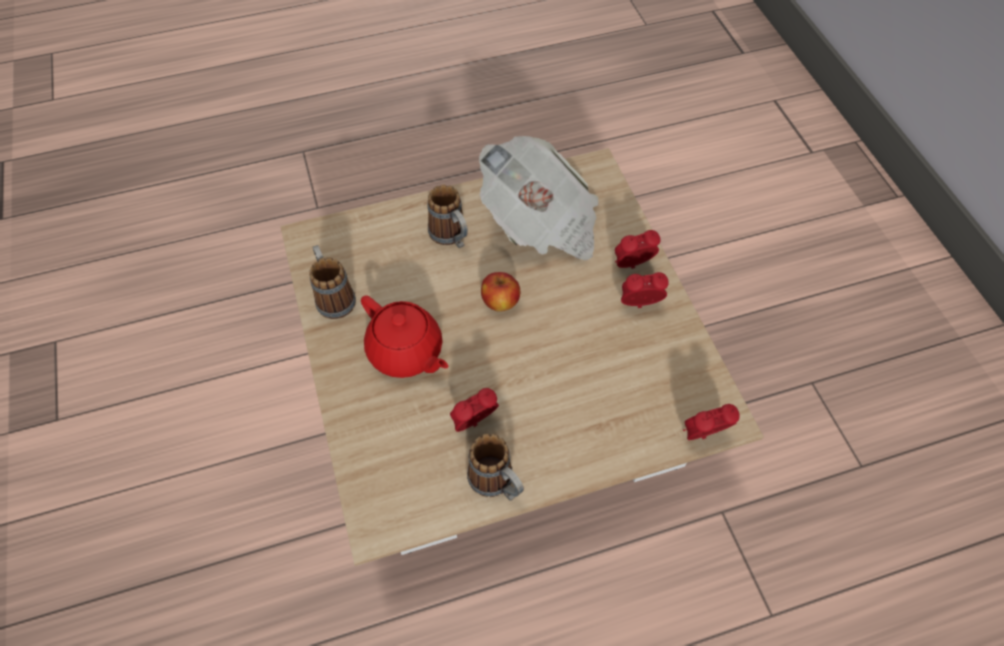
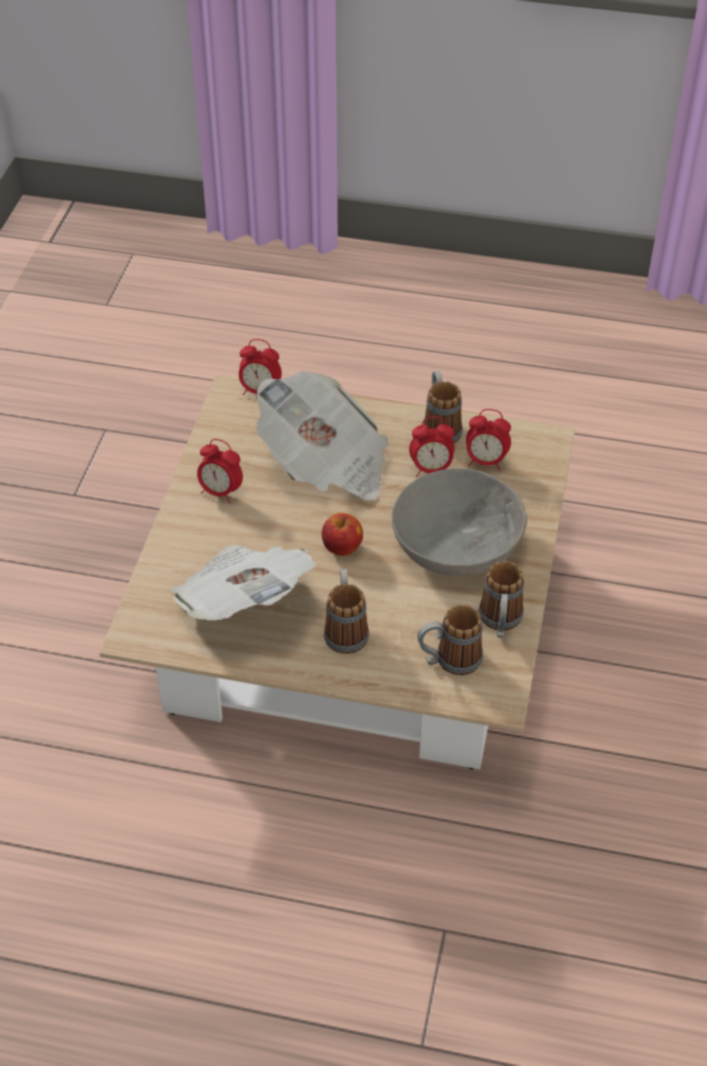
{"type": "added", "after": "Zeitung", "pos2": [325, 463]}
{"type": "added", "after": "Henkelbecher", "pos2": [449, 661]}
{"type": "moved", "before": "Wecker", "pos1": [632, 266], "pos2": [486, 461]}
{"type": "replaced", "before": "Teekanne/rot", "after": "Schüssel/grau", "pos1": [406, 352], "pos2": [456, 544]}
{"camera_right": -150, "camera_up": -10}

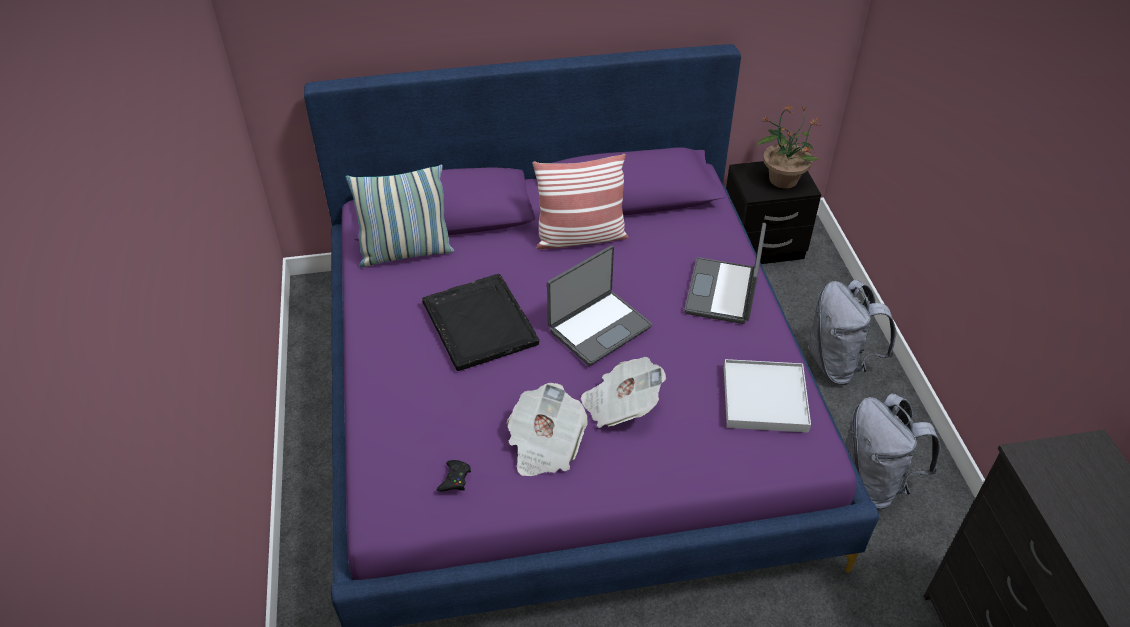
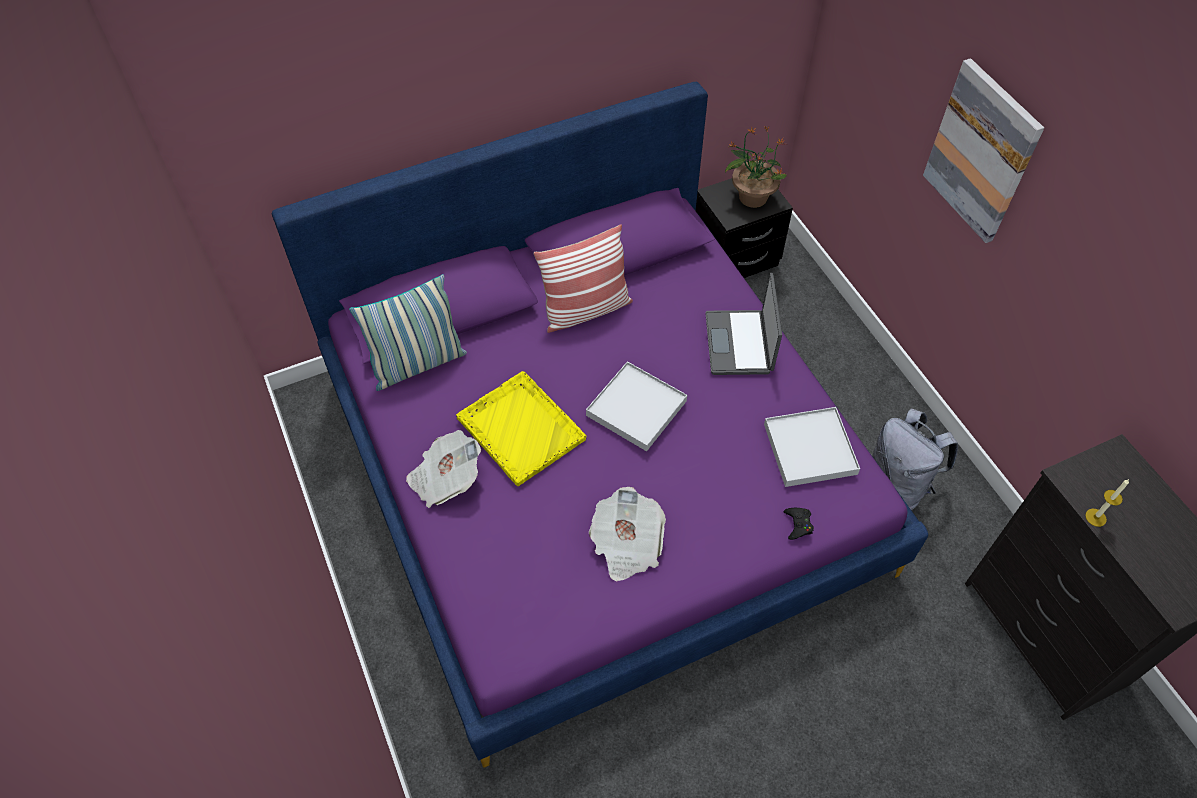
{"type": "removed", "before": "Rucksack/grau", "pos1": [838, 364]}
{"type": "added", "after": "Bild", "pos2": [982, 152]}
{"type": "added", "after": "Kerze", "pos2": [1095, 517]}
{"type": "moved", "before": "Gamepad/schwarz", "pos1": [455, 479], "pos2": [798, 524]}
{"type": "moved", "before": "Zeitung", "pos1": [620, 405], "pos2": [445, 479]}
{"type": "replaced", "before": "Laptop", "after": "Tablett/weiß", "pos1": [598, 327], "pos2": [636, 408]}
{"type": "recoloured", "before": "Tablett/schwarz", "after": "Tablett/gelb", "pos1": [479, 322], "pos2": [520, 428]}
{"camera_right": -15, "camera_up": 10}

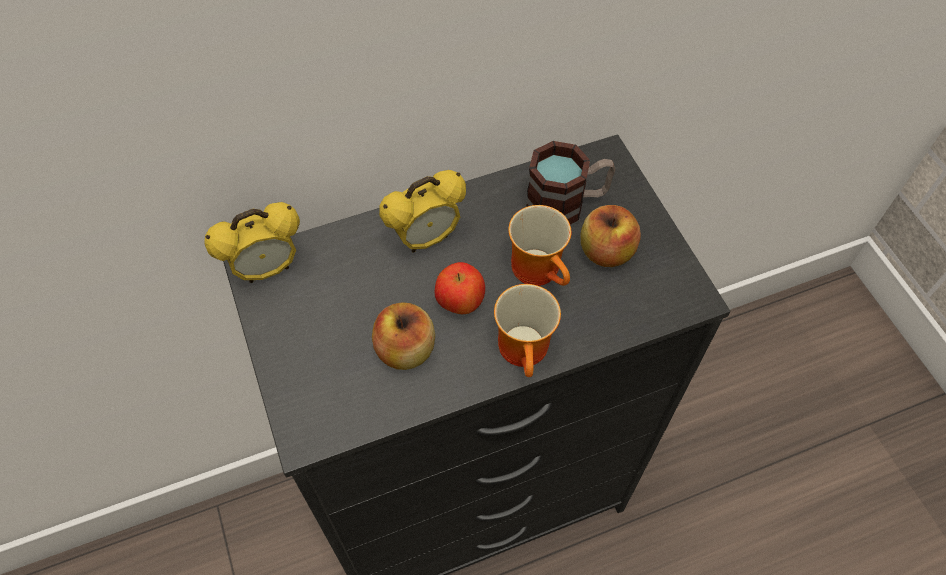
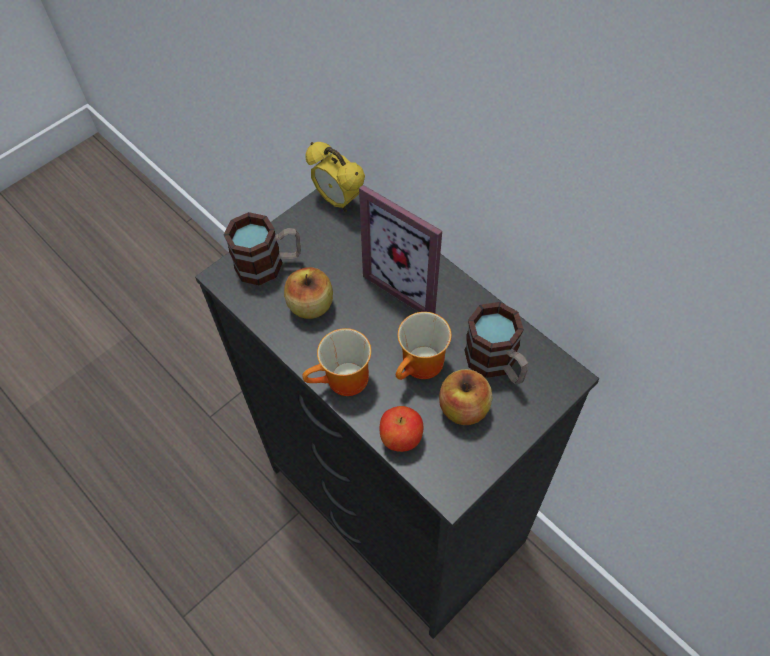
{"type": "added", "after": "Henkelbecher", "pos2": [269, 264]}
{"type": "moved", "before": "Apfel", "pos1": [460, 302], "pos2": [401, 438]}
{"type": "replaced", "before": "Wecker", "after": "Bilderrahmen", "pos1": [426, 239], "pos2": [411, 281]}
{"camera_right": 70, "camera_up": 0}

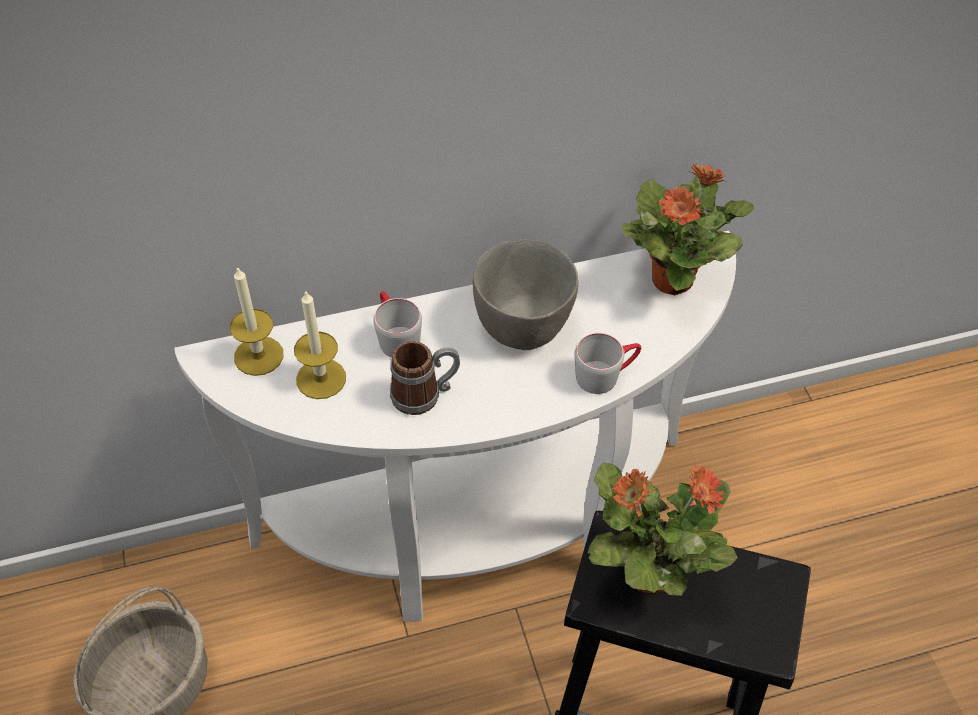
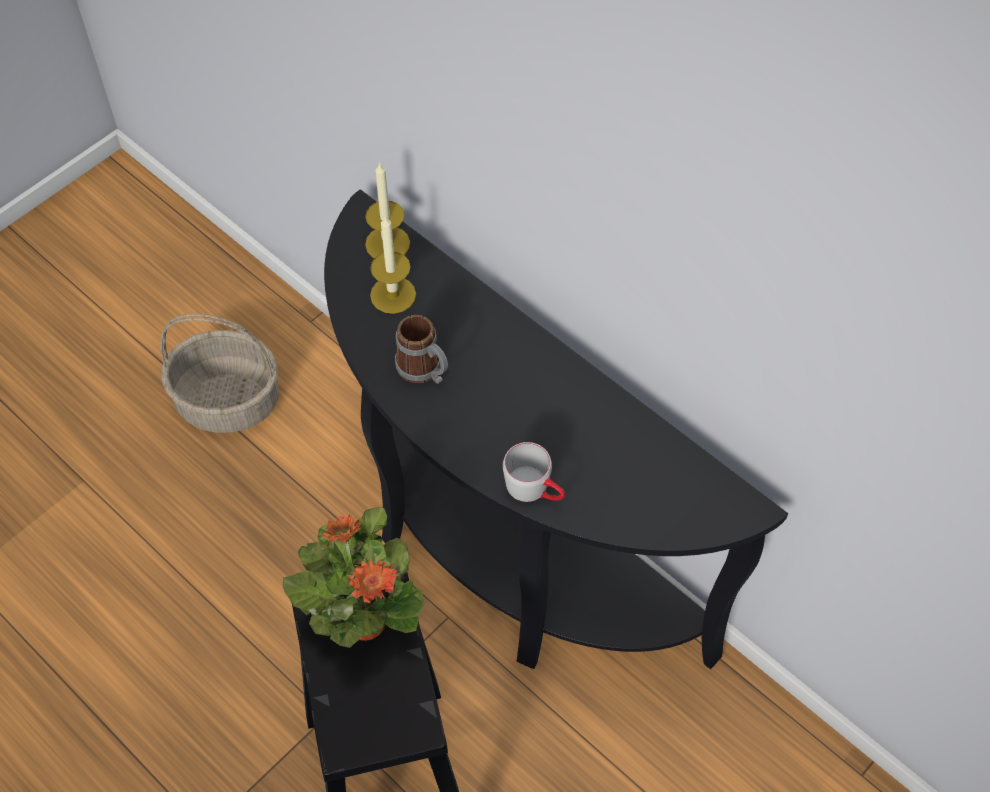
{"type": "removed", "before": "Henkelbecher/grau", "pos1": [395, 335]}
{"type": "removed", "before": "Schüssel/grau", "pos1": [524, 323]}
{"type": "removed", "before": "Topfpflanze", "pos1": [673, 279]}
{"type": "recoloured", "before": "Konsolentisch/weiß", "after": "Konsolentisch/schwarz", "pos1": [483, 533], "pos2": [503, 553]}
{"camera_right": 60, "camera_up": 5}

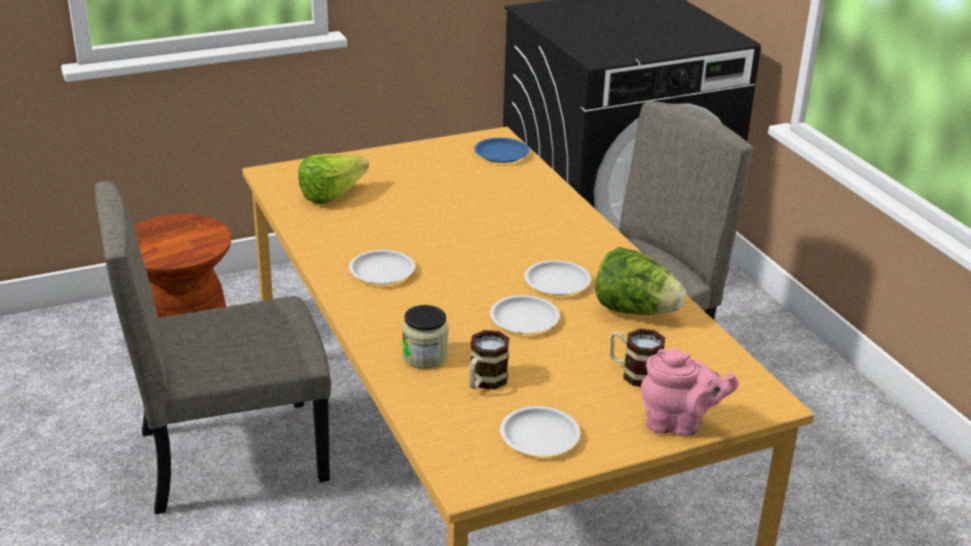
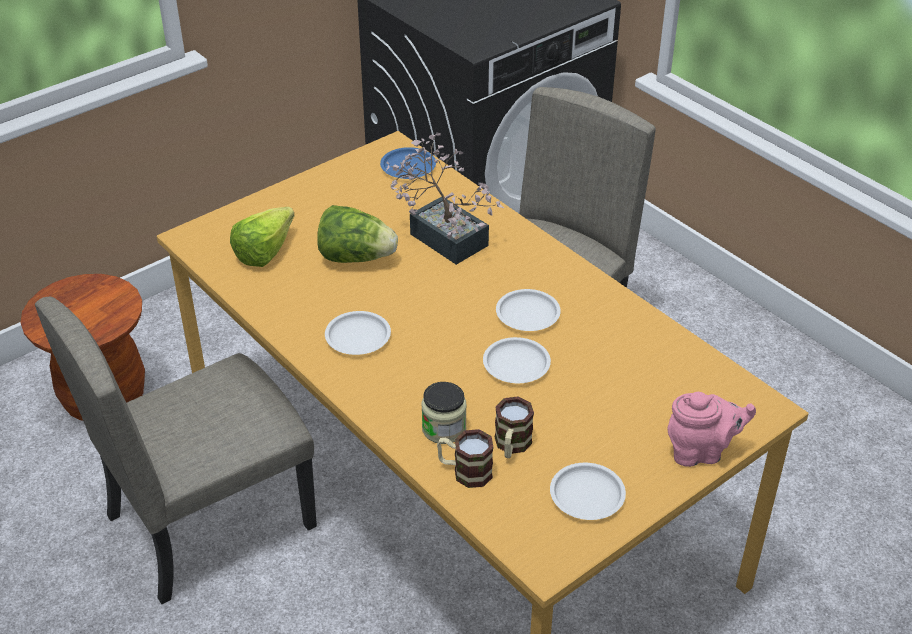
{"type": "added", "after": "Topfpflanze", "pos2": [443, 235]}
{"type": "moved", "before": "Salatkopf", "pos1": [635, 310], "pos2": [356, 257]}
{"type": "moved", "before": "Henkelbecher", "pos1": [633, 373], "pos2": [465, 471]}
{"camera_right": -15, "camera_up": 10}

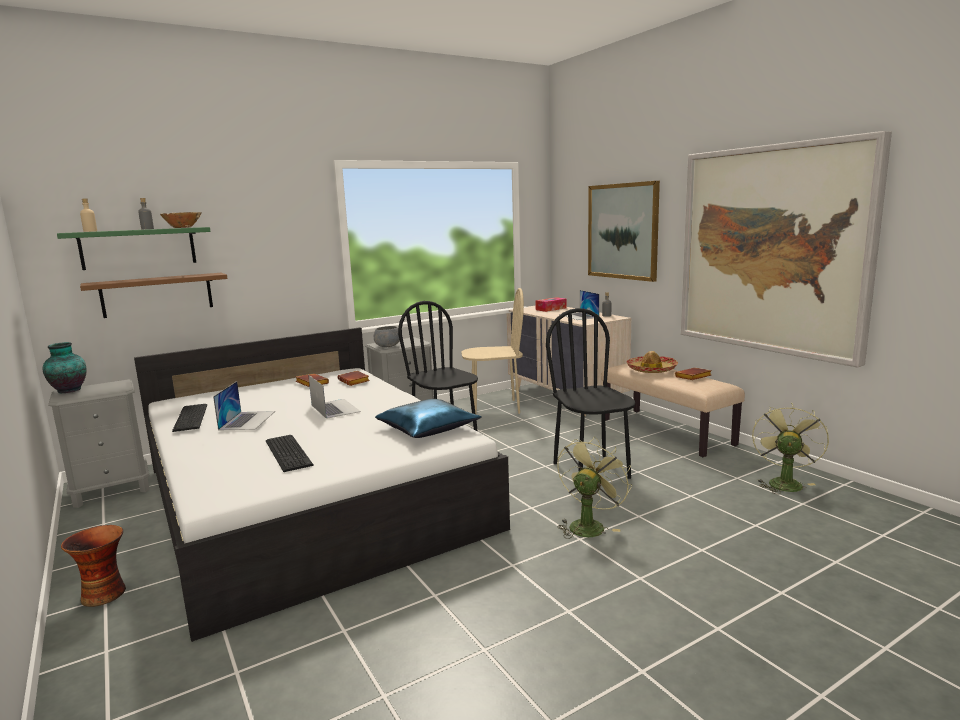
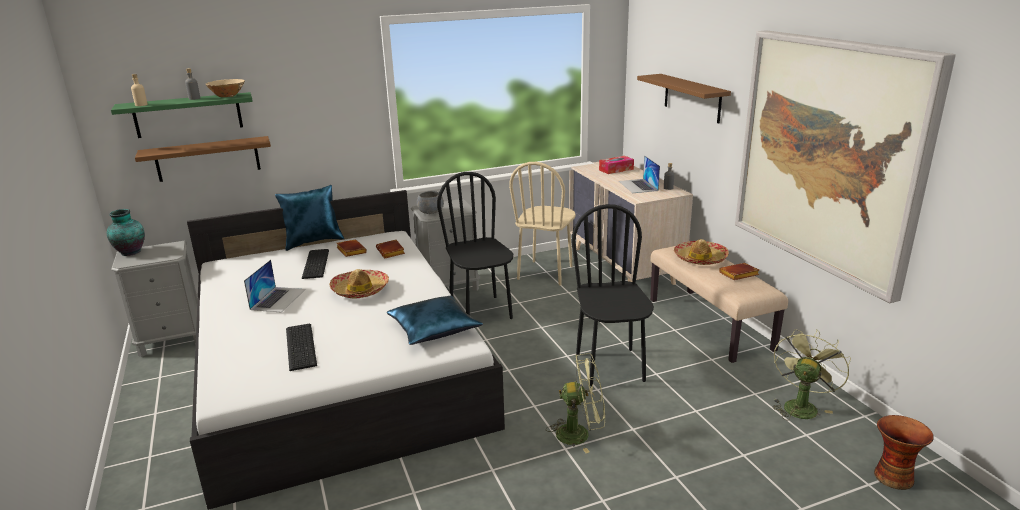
{"type": "added", "after": "Kissen/blau", "pos2": [313, 242]}
{"type": "moved", "before": "Vase", "pos1": [104, 594], "pos2": [892, 476]}
{"type": "moved", "before": "Tastatur", "pos1": [192, 417], "pos2": [317, 263]}
{"type": "replaced", "before": "Laptop", "after": "Hut", "pos1": [335, 408], "pos2": [360, 290]}
{"type": "replaced", "before": "Bild", "after": "Wandregal/braun", "pos1": [622, 231], "pos2": [692, 98]}
{"type": "turned", "before": "Stuhl/beige", "pos1": [495, 408], "pos2": [545, 273], "turn": 105}
{"type": "turned", "before": "Ventilator/grün", "pos1": [589, 525], "pos2": [580, 434], "turn": 45}
{"camera_right": 10, "camera_up": 10}

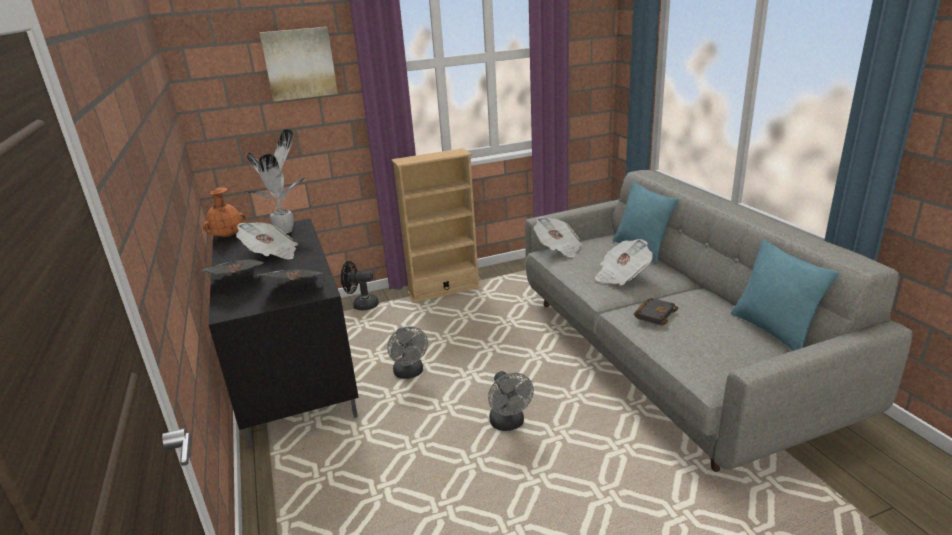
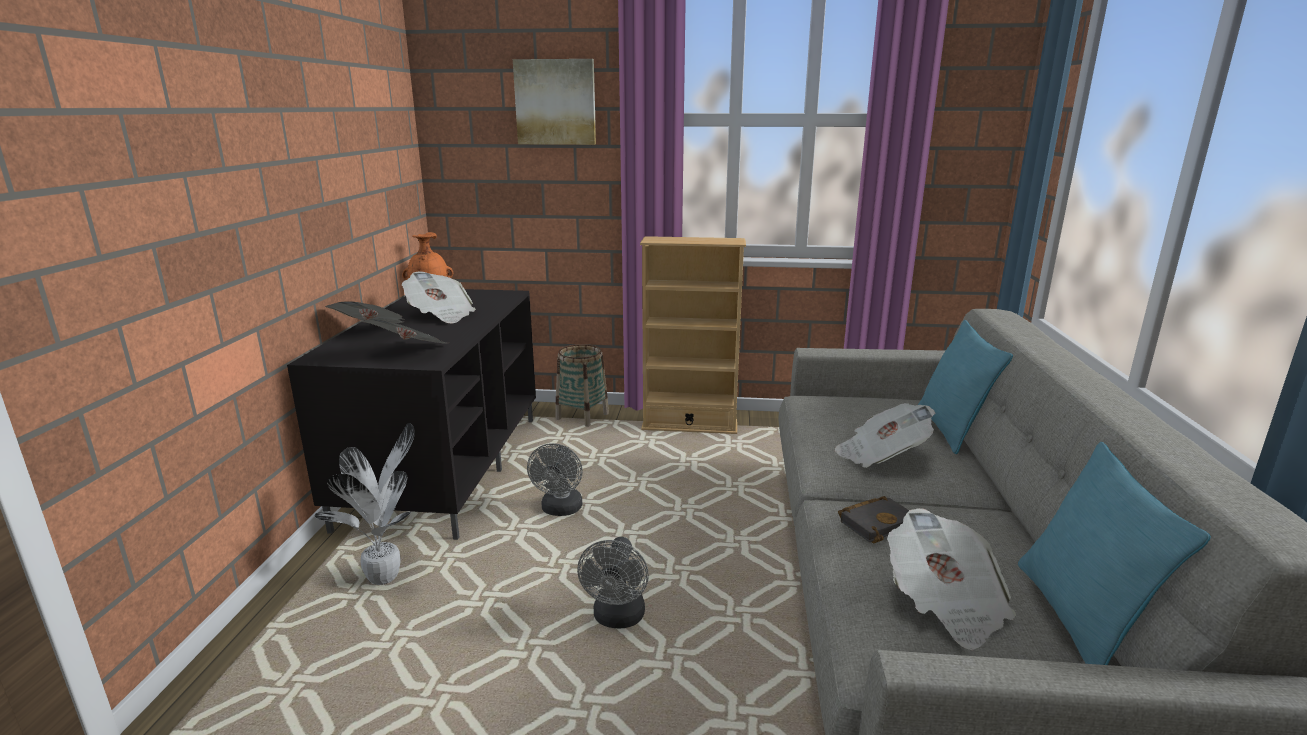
{"type": "moved", "before": "Topfpflanze", "pos1": [286, 230], "pos2": [387, 578]}
{"type": "moved", "before": "Zeitung", "pos1": [558, 249], "pos2": [945, 604]}
{"type": "replaced", "before": "Ventilator/schwarz", "after": "Korb", "pos1": [361, 305], "pos2": [582, 417]}
{"camera_right": 25, "camera_up": -5}

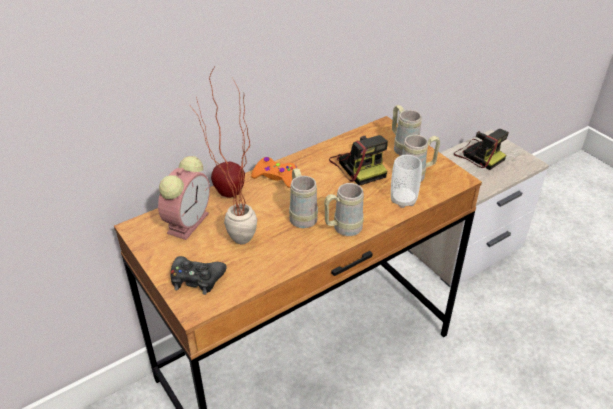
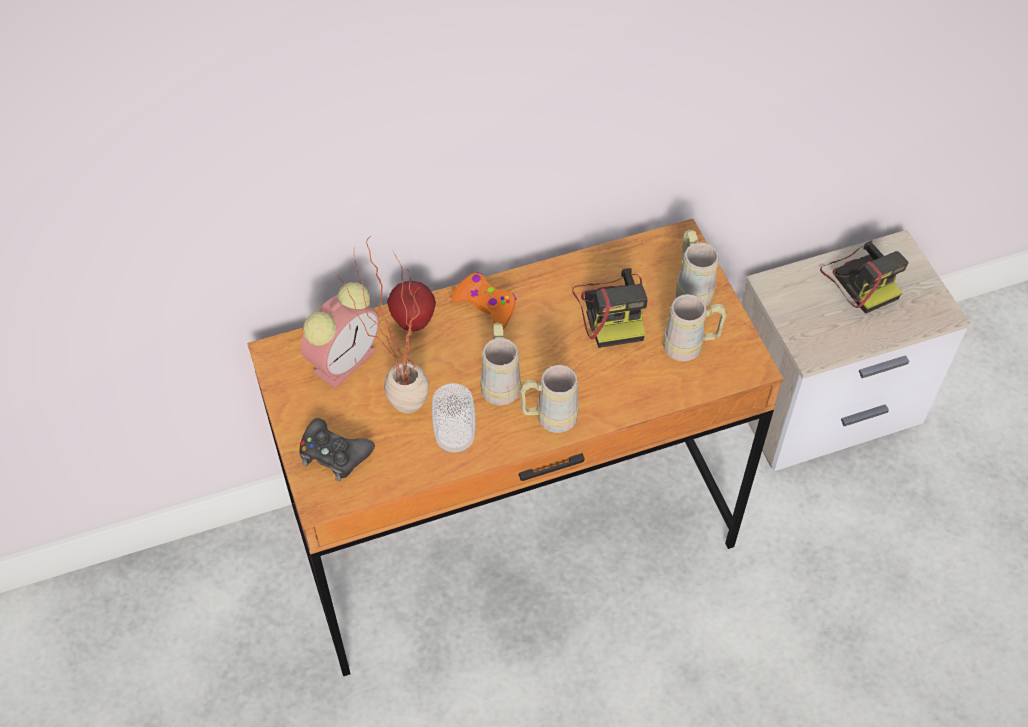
{"type": "moved", "before": "Tasse", "pos1": [403, 200], "pos2": [455, 438]}
{"camera_right": 15, "camera_up": 15}

